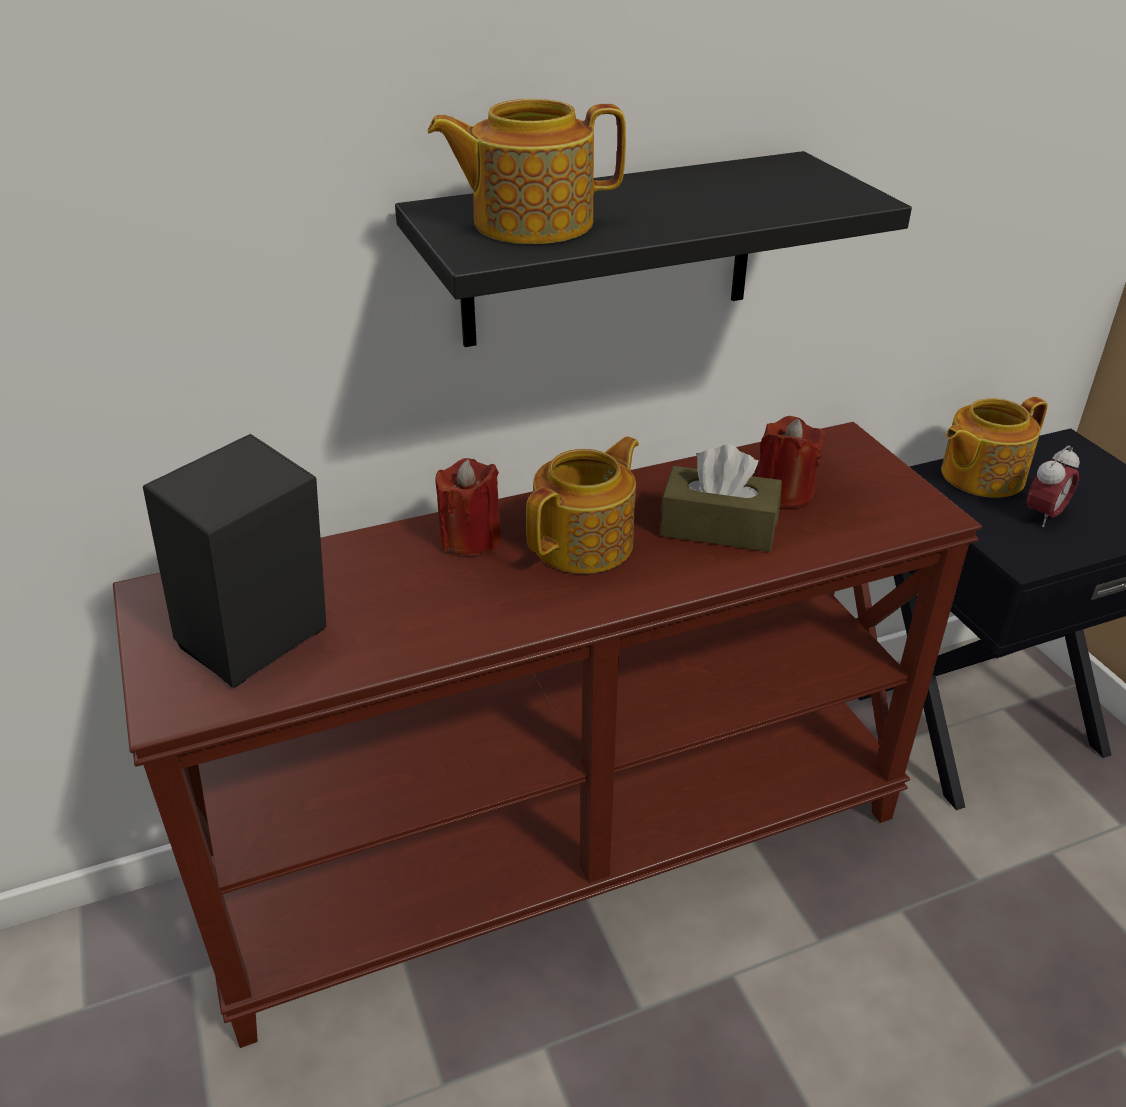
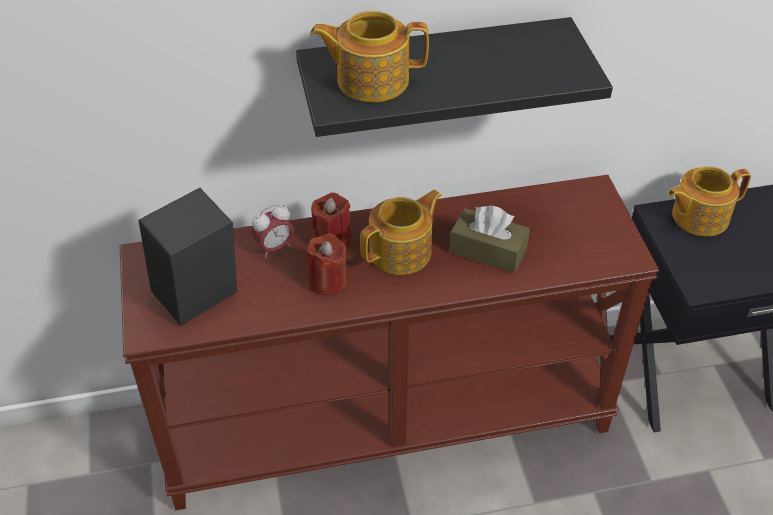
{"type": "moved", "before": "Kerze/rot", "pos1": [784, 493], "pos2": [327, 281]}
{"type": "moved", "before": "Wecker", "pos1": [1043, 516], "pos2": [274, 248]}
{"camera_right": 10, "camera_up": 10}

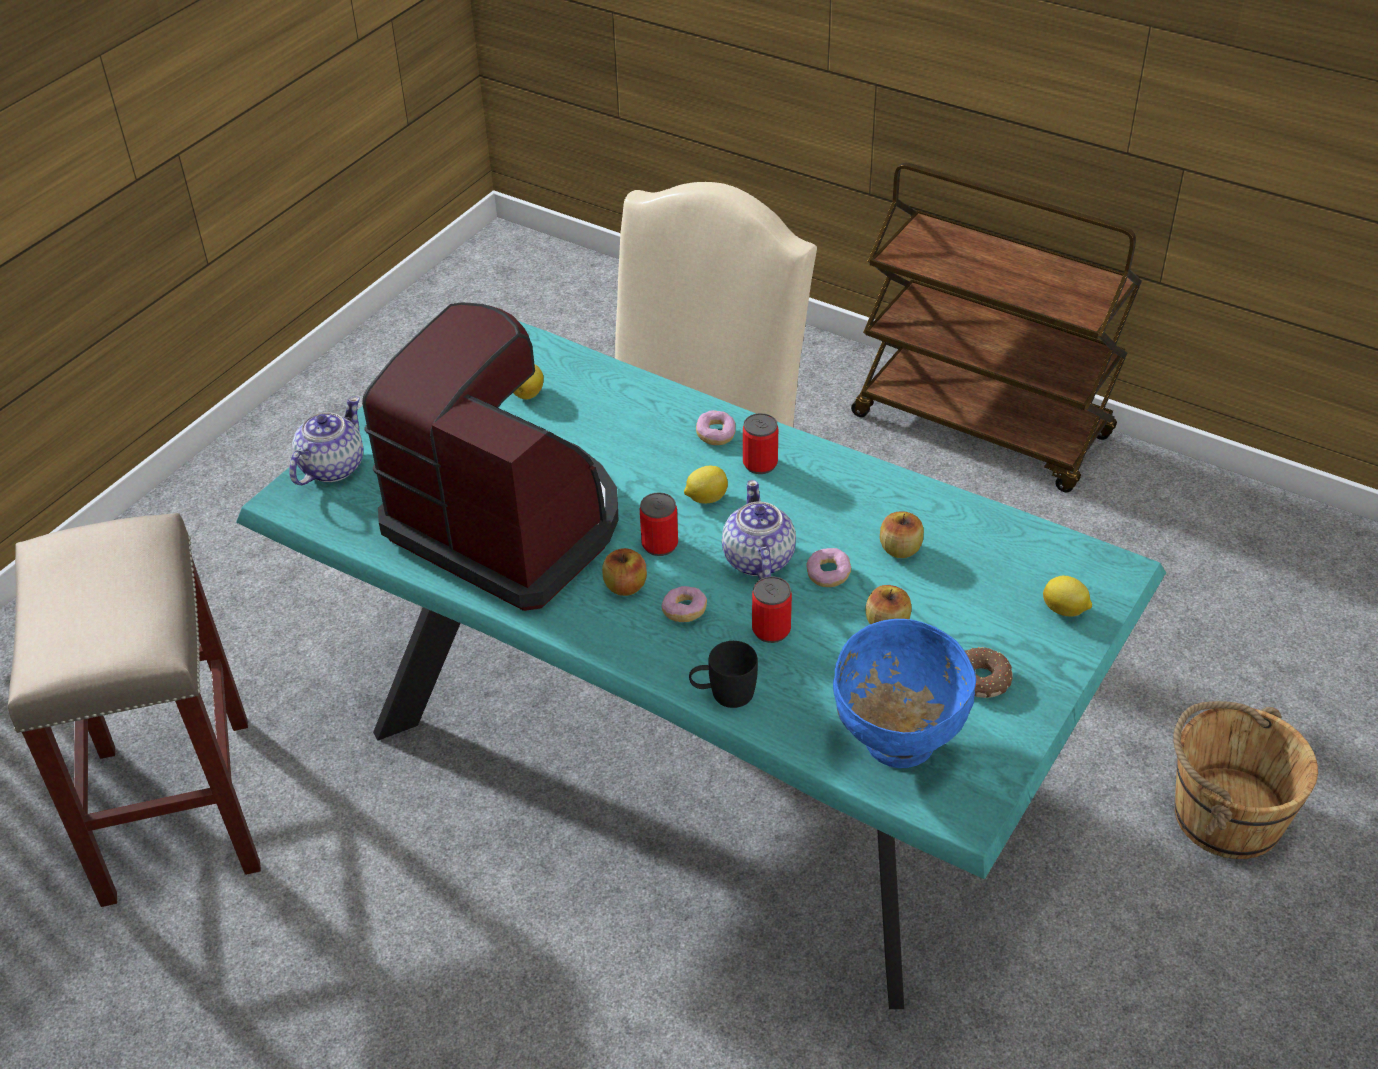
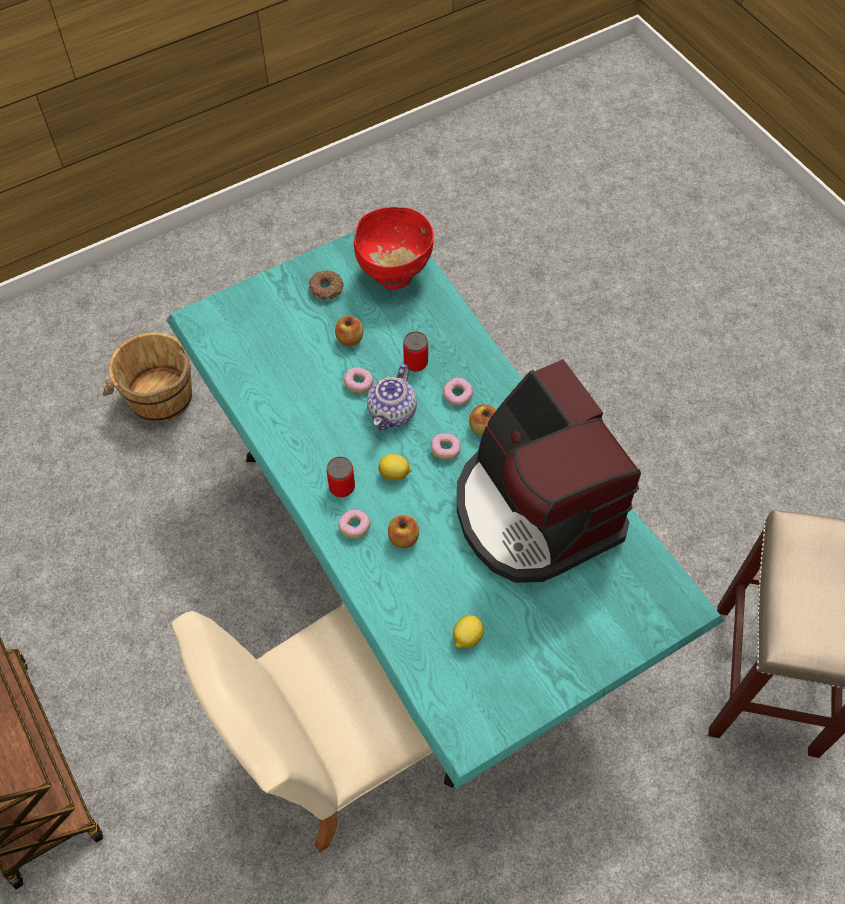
{"type": "removed", "before": "Teekanne", "pos1": [331, 468]}
{"type": "removed", "before": "Henkelbecher/schwarz", "pos1": [723, 693]}
{"type": "removed", "before": "Zitrone", "pos1": [1065, 610]}
{"type": "moved", "before": "Apfel", "pos1": [900, 549], "pos2": [403, 538]}
{"type": "replaced", "before": "Dose", "after": "Donut", "pos1": [660, 544], "pos2": [445, 450]}
{"type": "recoloured", "before": "Schüssel/blau", "after": "Schüssel/rot", "pos1": [897, 741], "pos2": [394, 275]}
{"camera_right": -155, "camera_up": 15}

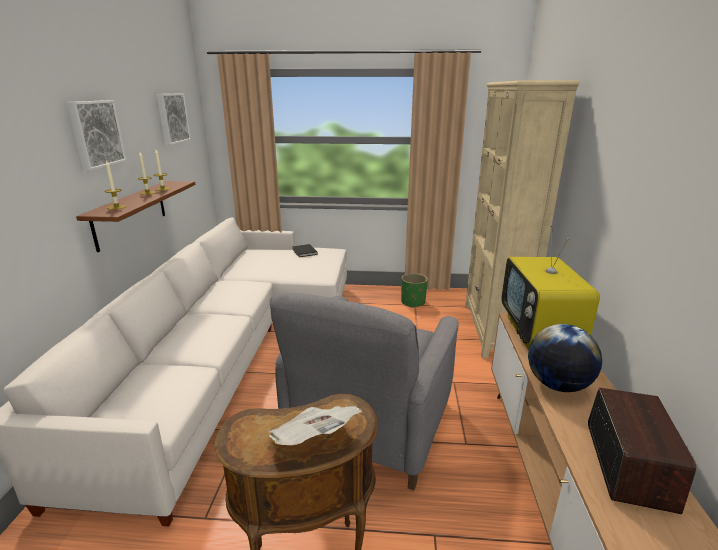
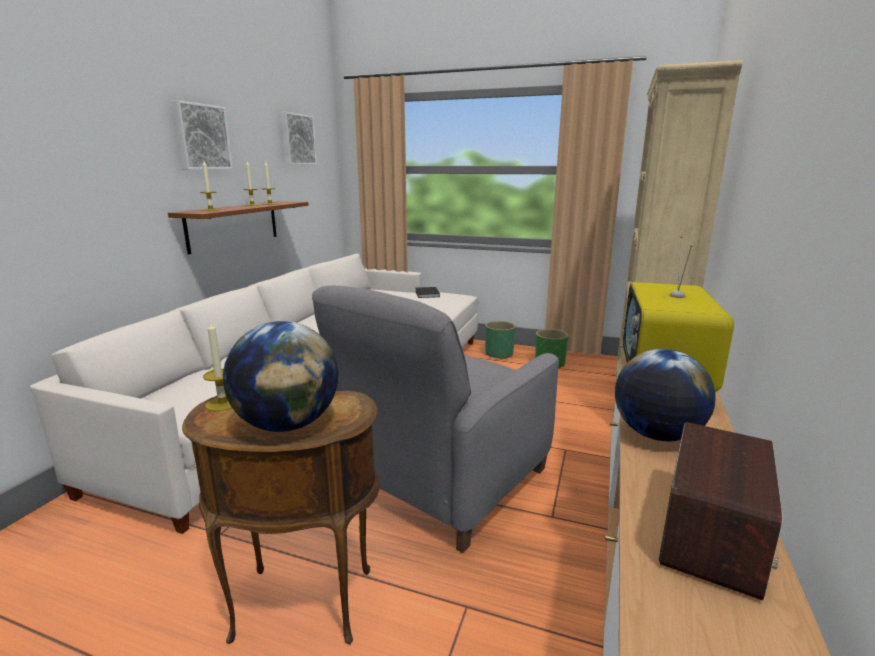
{"type": "added", "after": "Kerze", "pos2": [222, 403]}
{"type": "added", "after": "Pflanzkübel/grün", "pos2": [499, 354]}
{"type": "replaced", "before": "Zeitung", "after": "Globus", "pos1": [314, 441], "pos2": [287, 424]}
{"camera_right": 15, "camera_up": -5}

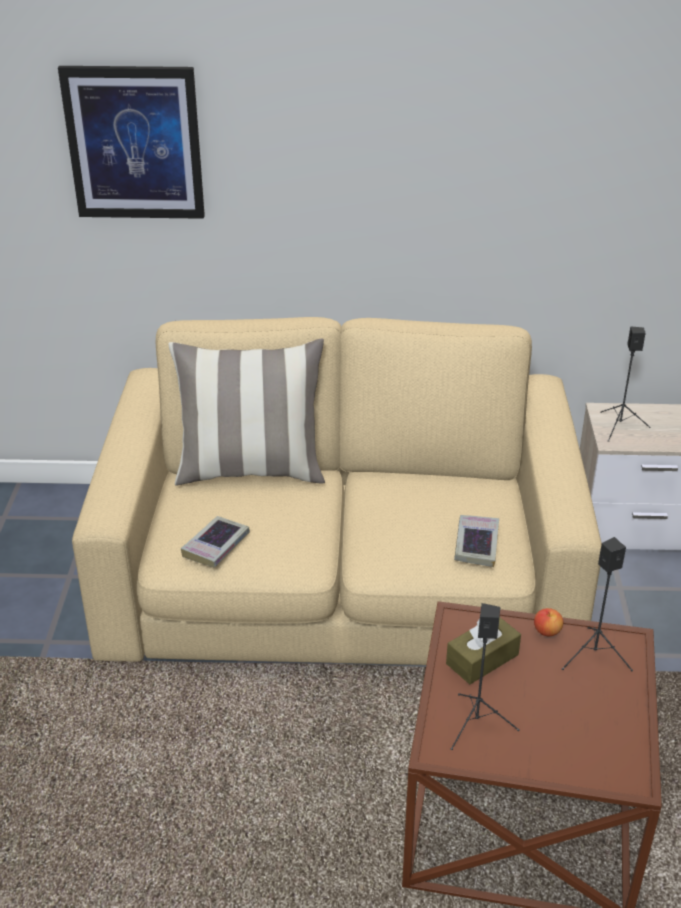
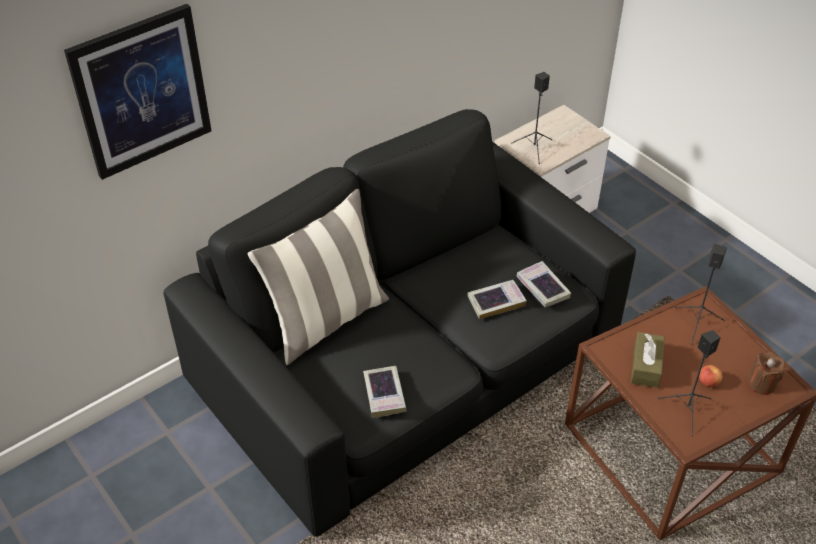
{"type": "added", "after": "Buch", "pos2": [496, 302]}
{"type": "added", "after": "Kerze/braun", "pos2": [761, 383]}
{"type": "moved", "before": "Apfel", "pos1": [547, 631], "pos2": [708, 382]}
{"type": "recoloured", "before": "Sofa/beige", "after": "Sofa/schwarz", "pos1": [341, 578], "pos2": [407, 362]}
{"camera_right": -40, "camera_up": 10}

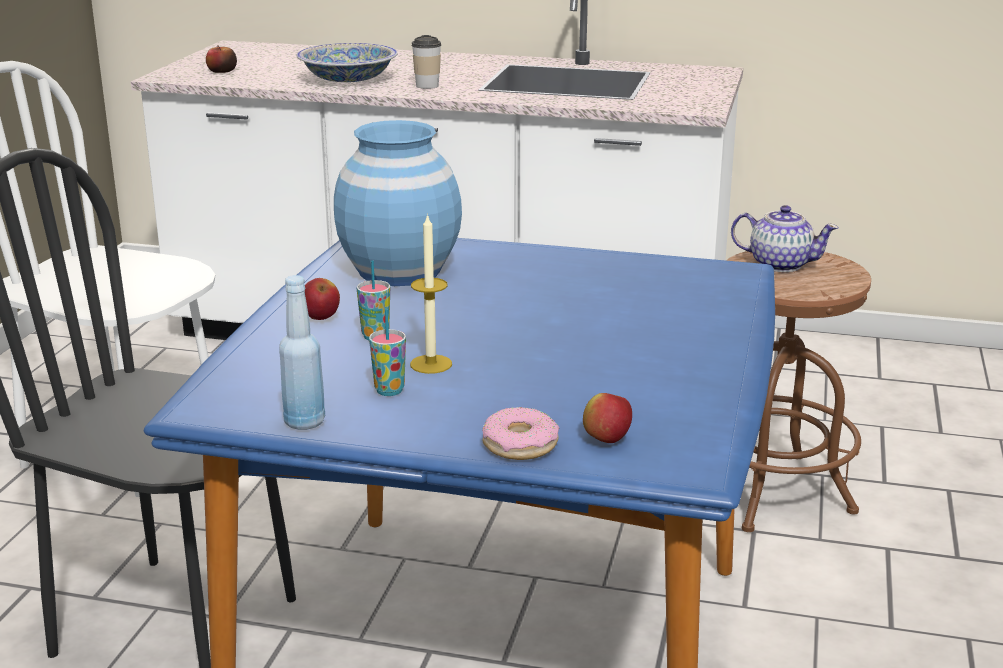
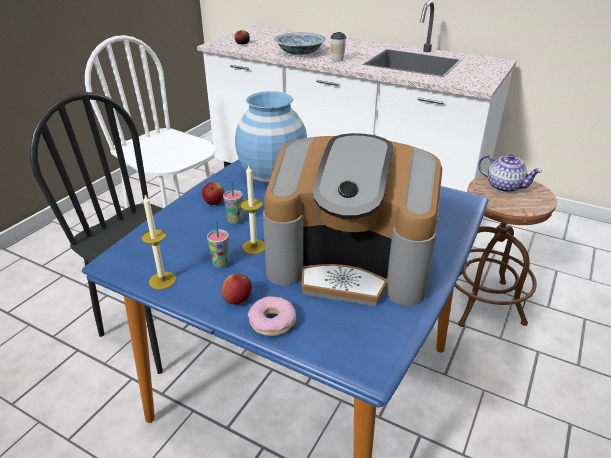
{"type": "added", "after": "Kaffeemaschine", "pos2": [351, 262]}
{"type": "moved", "before": "Apfel", "pos1": [606, 439], "pos2": [237, 300]}
{"type": "replaced", "before": "Flasche/blau", "after": "Kerze", "pos1": [304, 422], "pos2": [162, 280]}
{"camera_right": 15, "camera_up": 10}

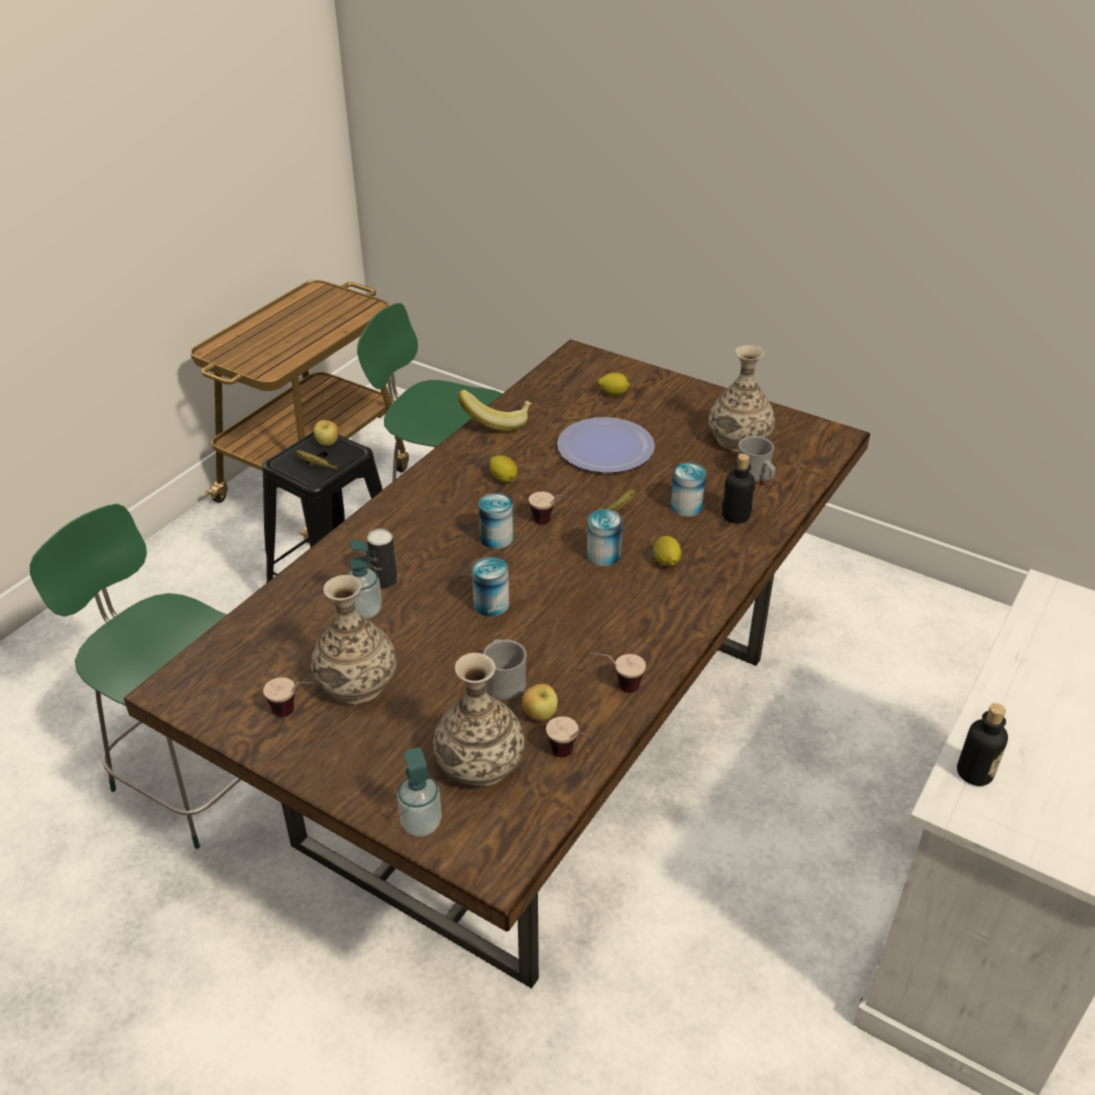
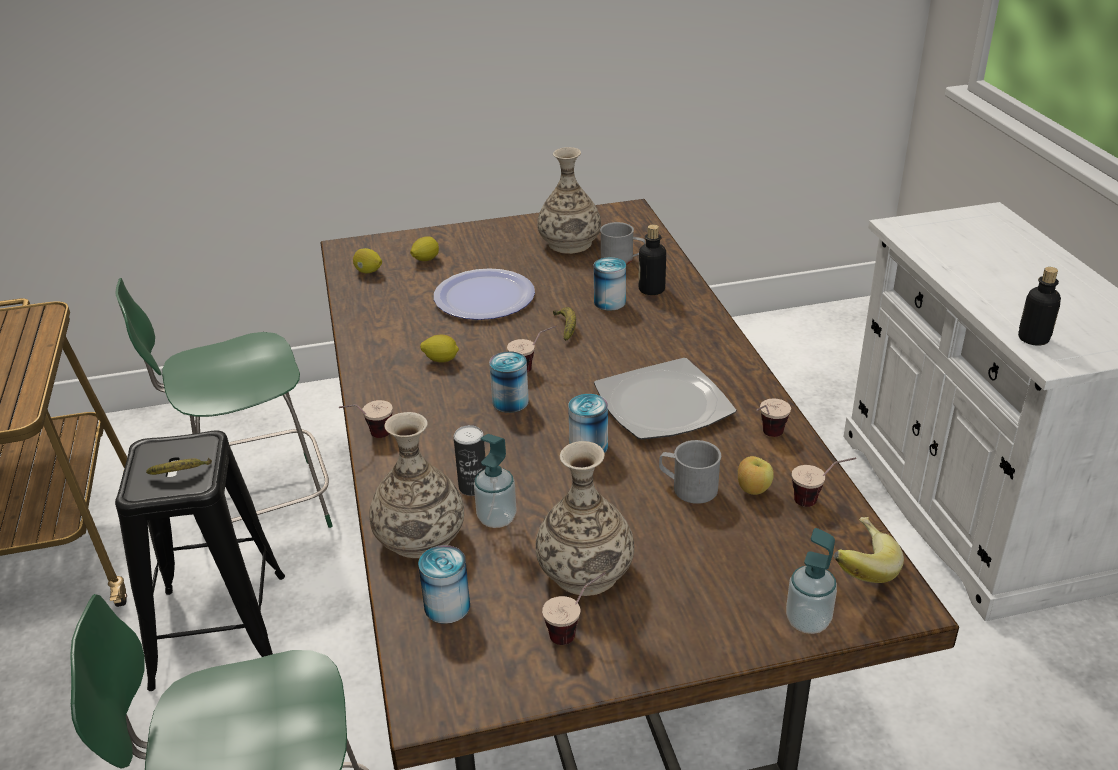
{"type": "removed", "before": "Apfel", "pos1": [327, 443]}
{"type": "added", "after": "Tasse", "pos2": [370, 437]}
{"type": "added", "after": "Teller", "pos2": [662, 405]}
{"type": "moved", "before": "Vase", "pos1": [480, 763], "pos2": [420, 537]}
{"type": "moved", "before": "Banane", "pos1": [497, 421], "pos2": [858, 567]}
{"type": "moved", "before": "Dose", "pos1": [603, 555], "pos2": [447, 606]}
{"type": "moved", "before": "Zitrone", "pos1": [666, 562], "pos2": [368, 272]}
{"camera_right": -45, "camera_up": -5}

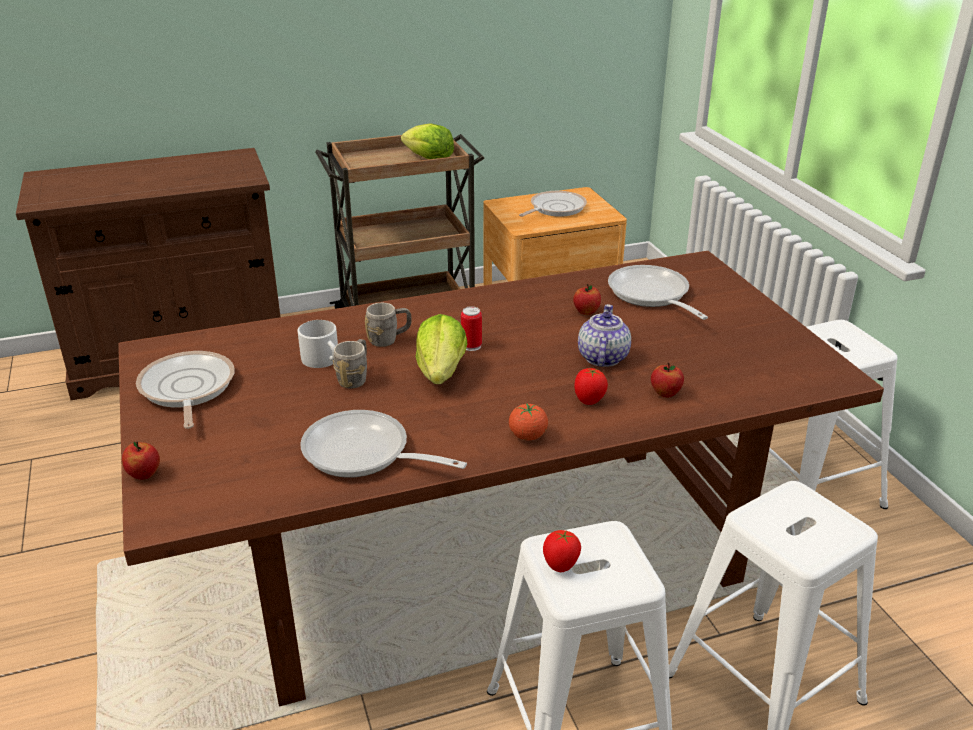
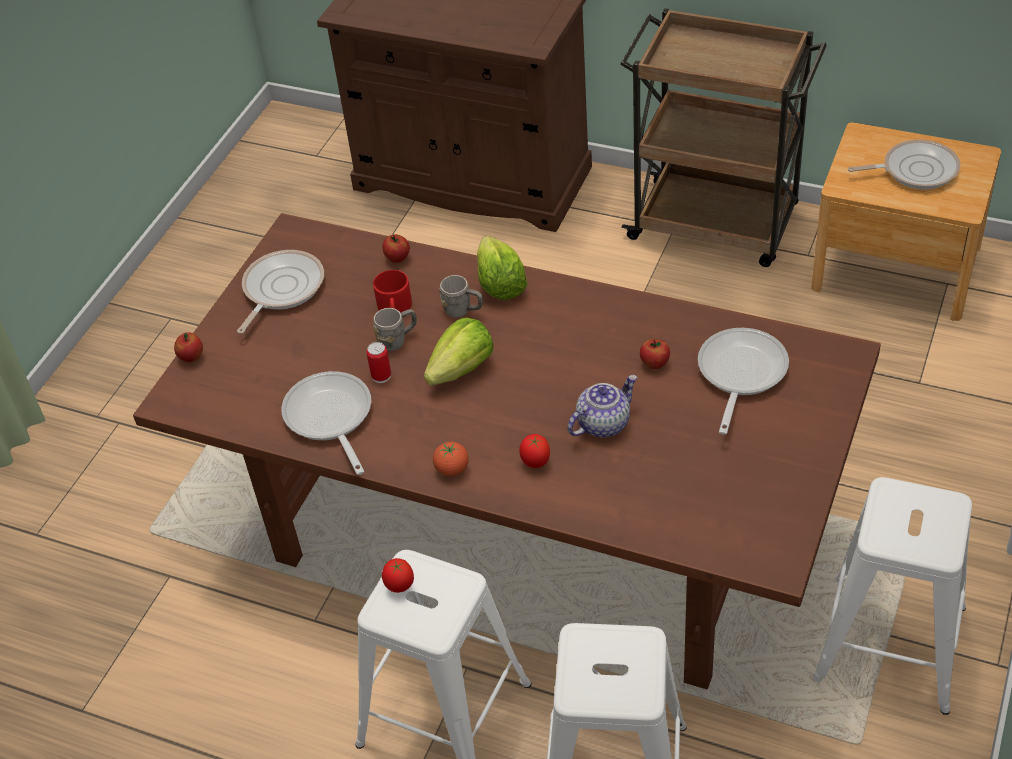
{"type": "moved", "before": "Salatkopf", "pos1": [429, 158], "pos2": [500, 284]}
{"type": "moved", "before": "Dose", "pos1": [471, 346], "pos2": [381, 376]}
{"type": "moved", "before": "Apfel", "pos1": [665, 393], "pos2": [397, 258]}
{"type": "recoloured", "before": "Henkelbecher/weiß", "after": "Henkelbecher/rot", "pos1": [323, 360], "pos2": [394, 308]}
{"camera_right": 45, "camera_up": 15}

